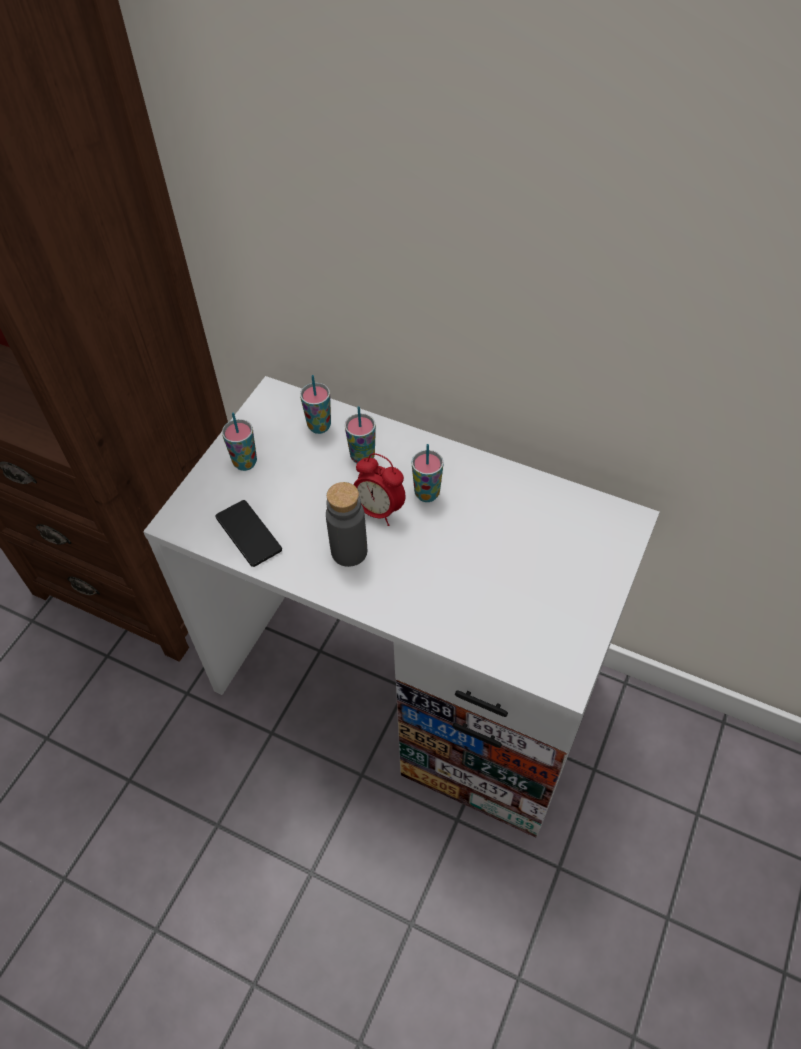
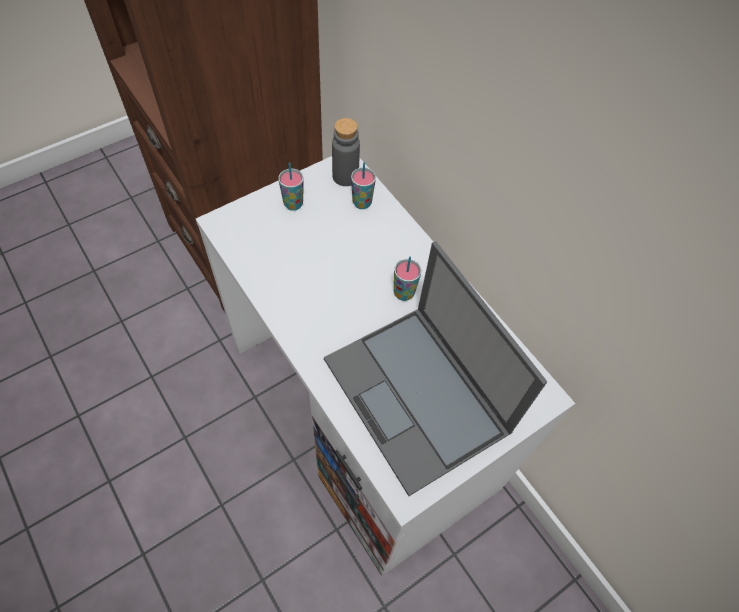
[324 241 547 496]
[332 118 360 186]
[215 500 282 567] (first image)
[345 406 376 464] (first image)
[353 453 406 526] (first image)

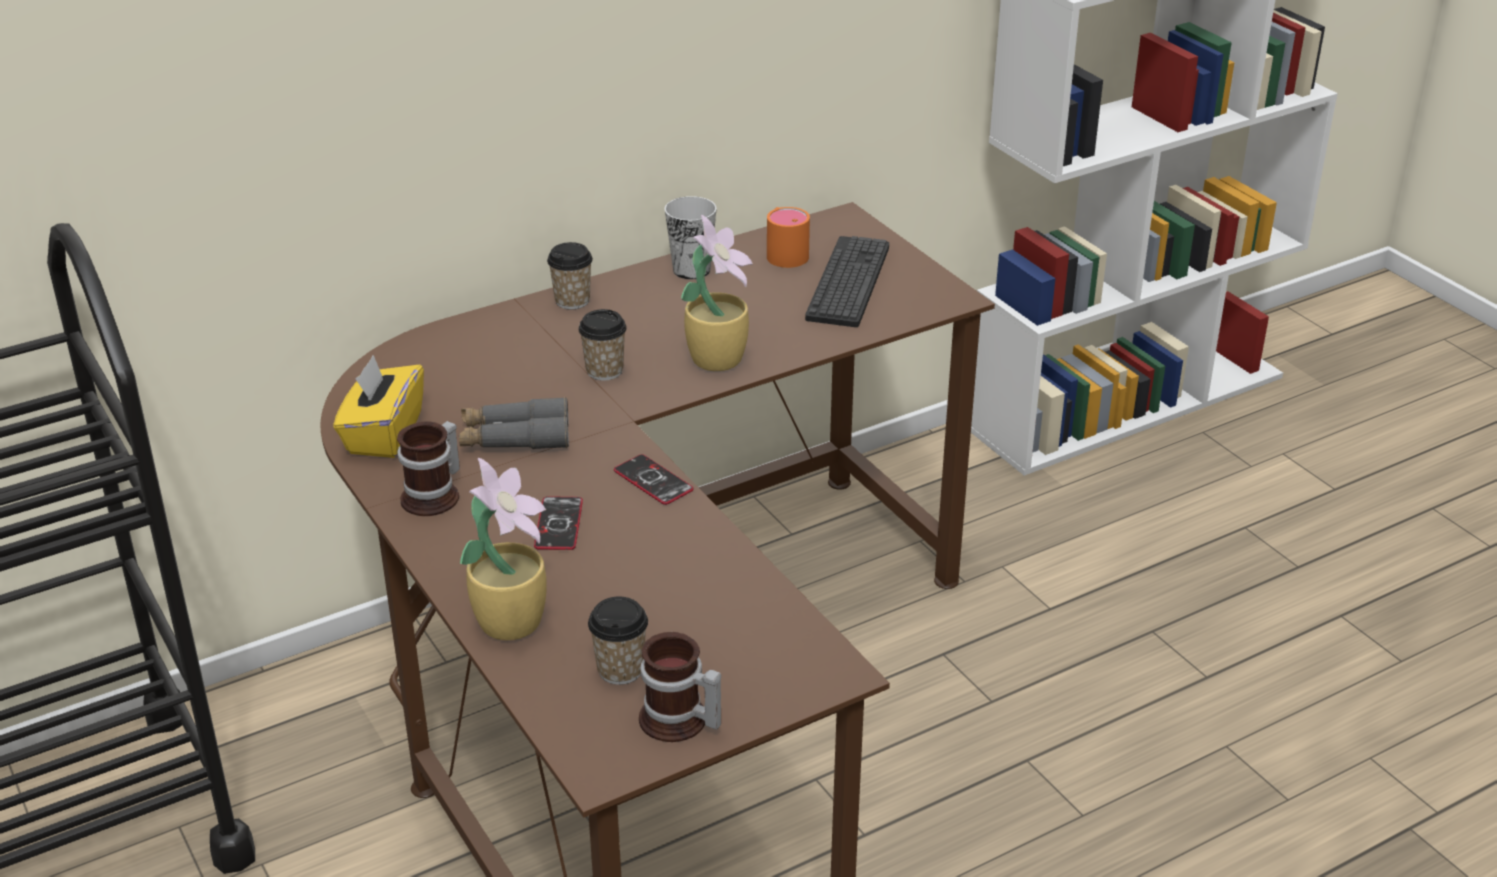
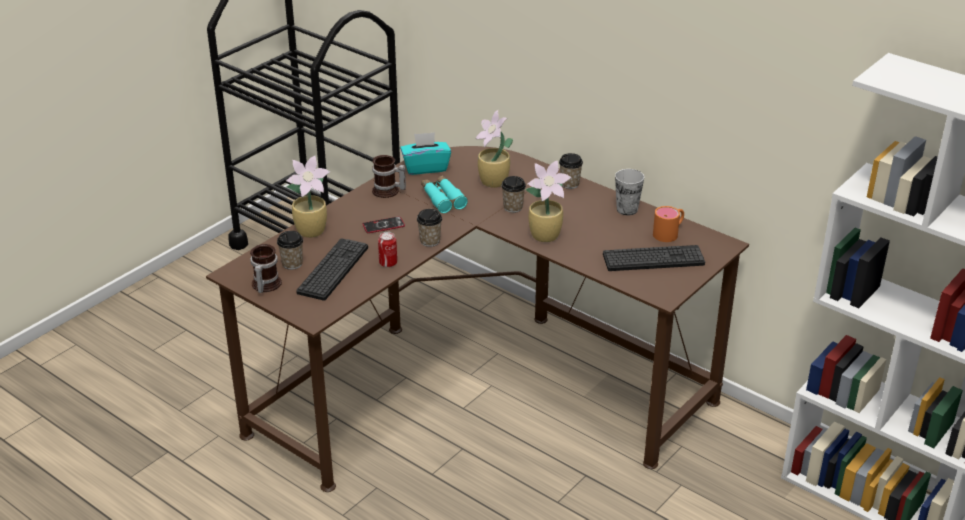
[296 239 368 301]
[378 232 397 267]
[400 132 451 175]
[417 209 442 247]
[421 175 468 213]
[475 110 513 188]

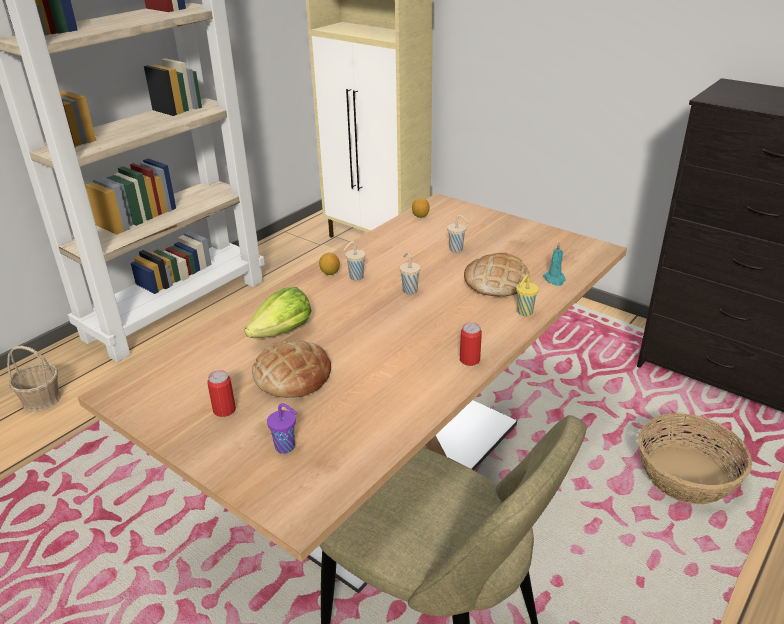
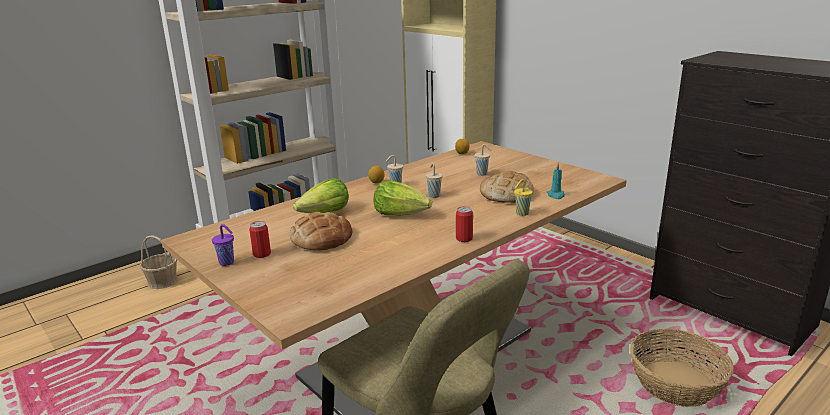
[212 224 234 266]
[374 181 432 216]

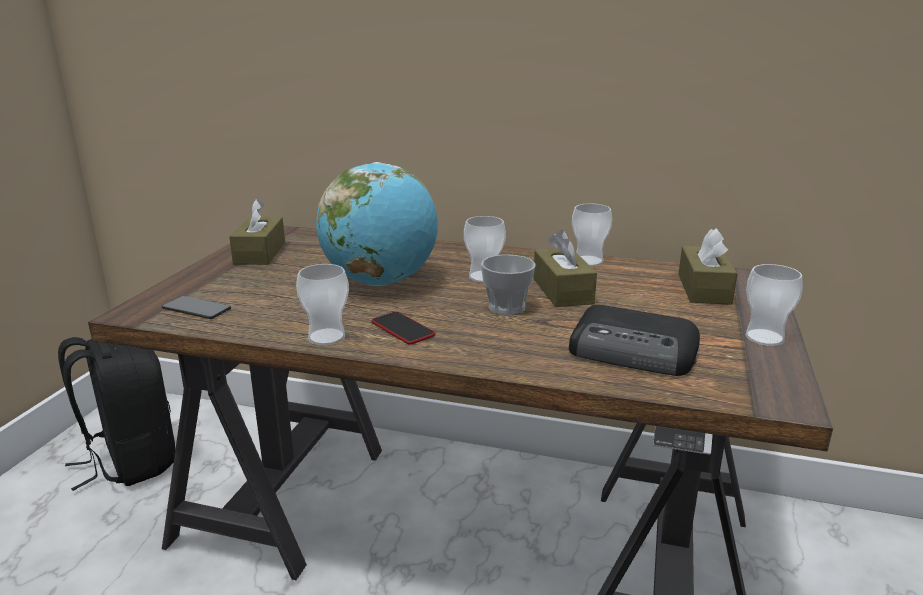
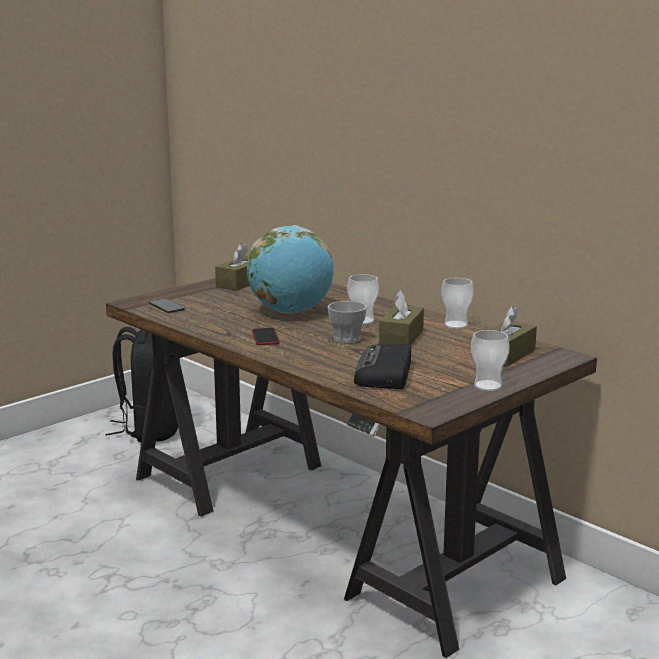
[354 344 411 389]
[296 264 349 345] (first image)

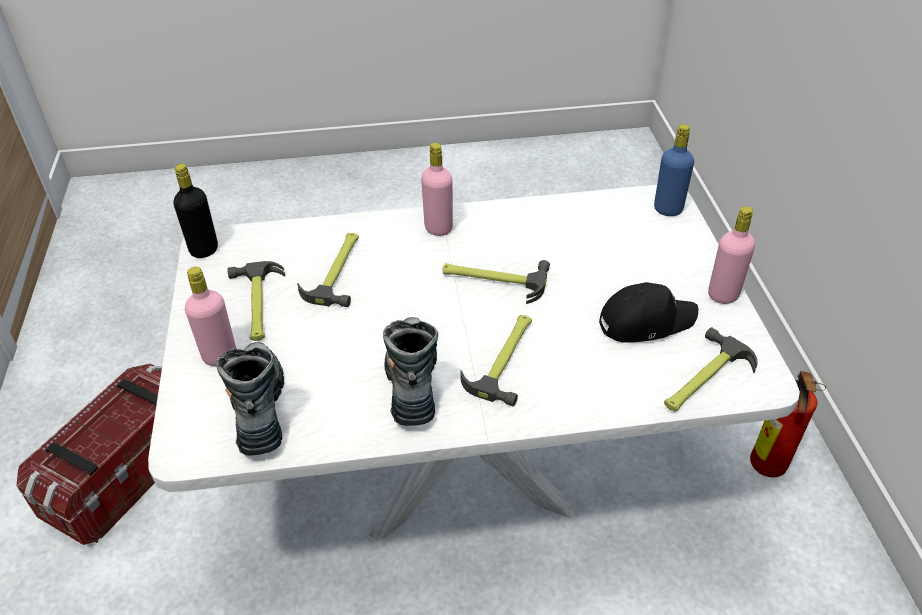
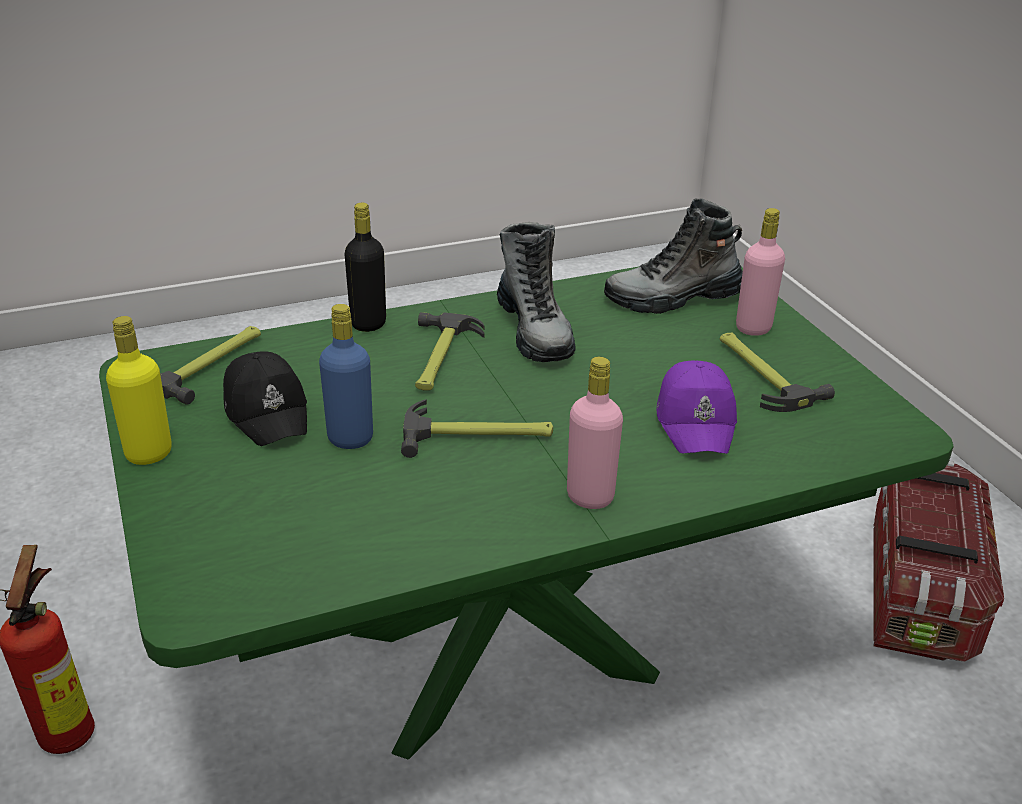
[99 266 954 759]
[106 316 172 465]
[223 351 307 446]
[319 304 373 449]
[344 203 386 332]
[604 198 743 314]
[656 360 737 454]

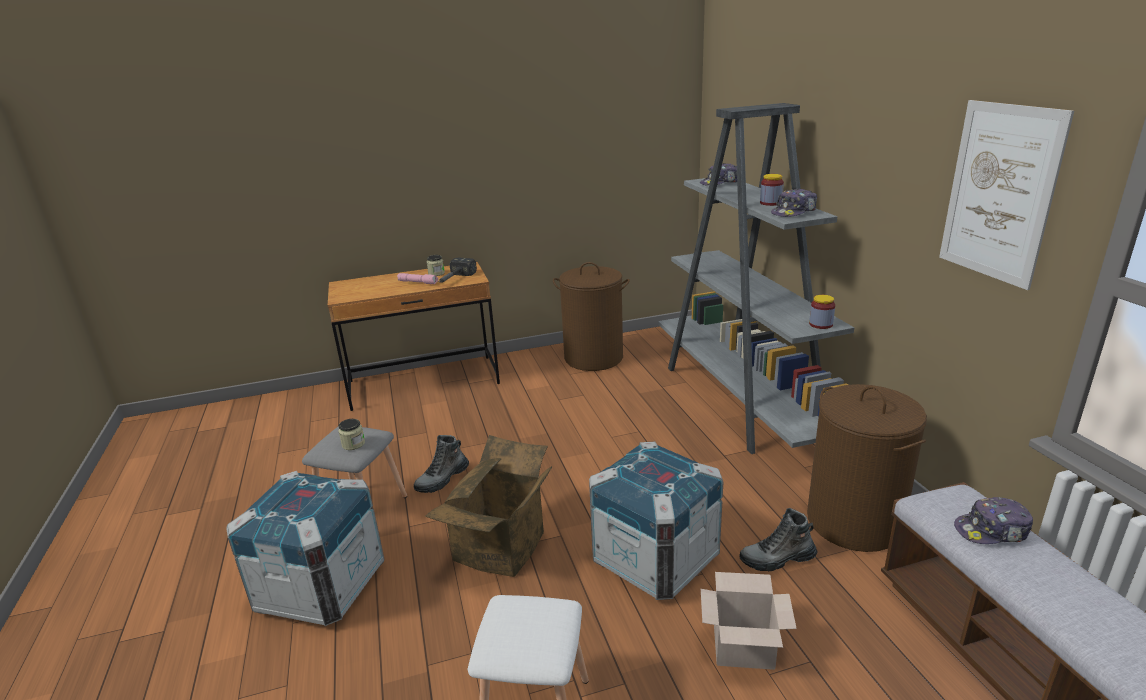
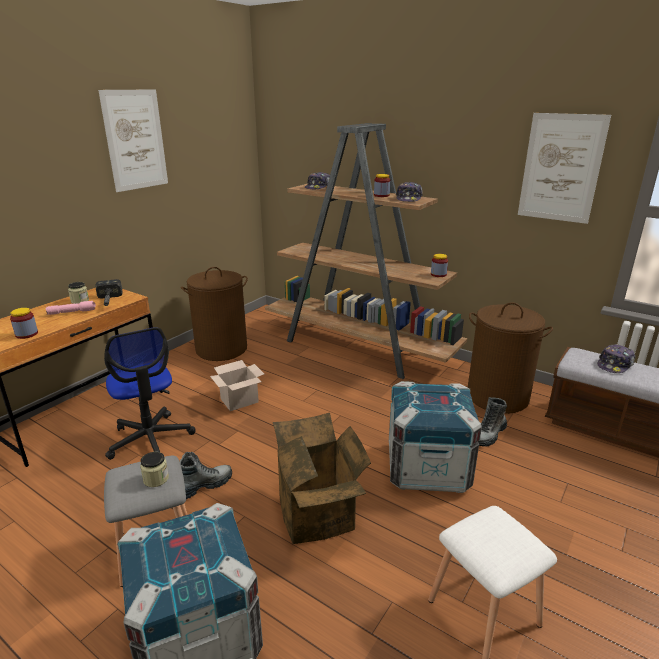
[10 308 38 339]
[98 90 168 192]
[104 327 195 460]
[180 452 232 499]
[210 360 264 411]
[265 123 467 379]

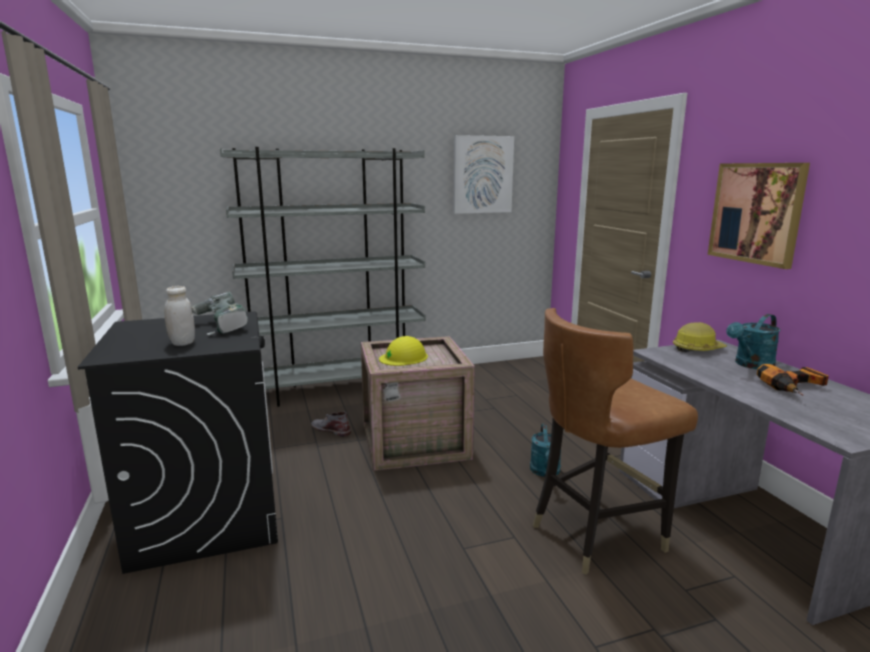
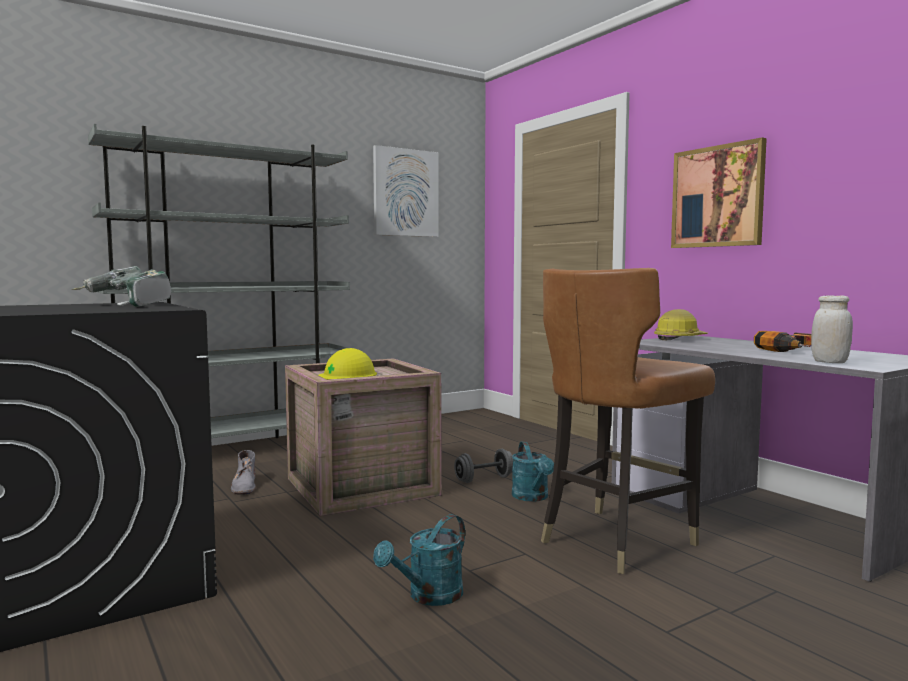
[231 450 256 495]
[373 514 465 606]
[454 449 513 483]
[811 295 853 363]

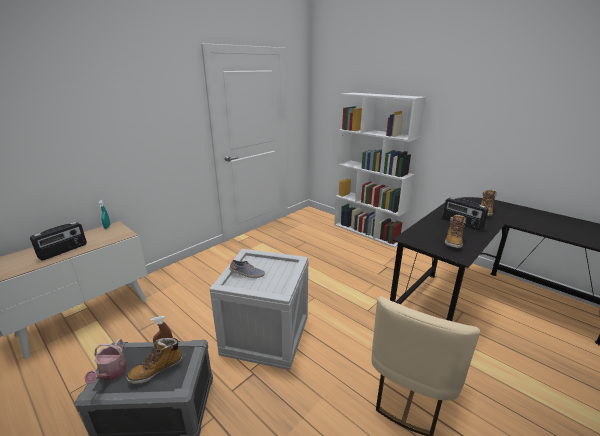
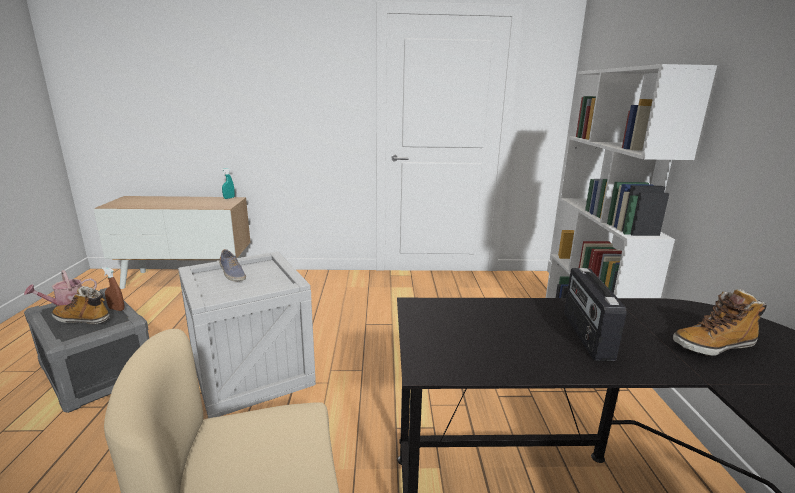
[30 222 87 261] (first image)
[445 215 466 248] (first image)

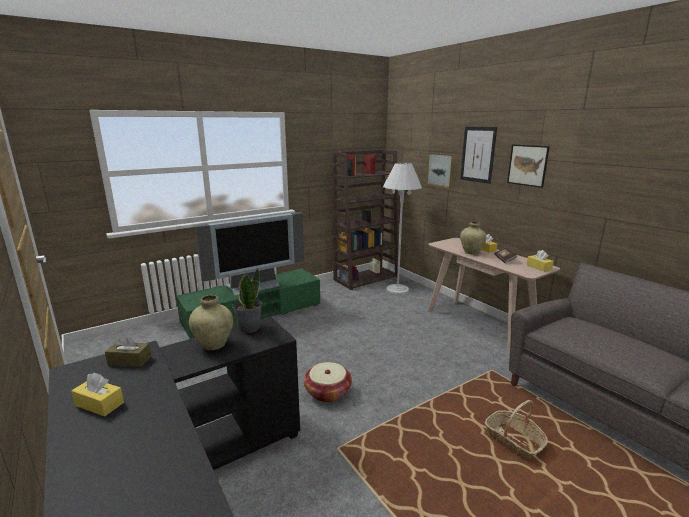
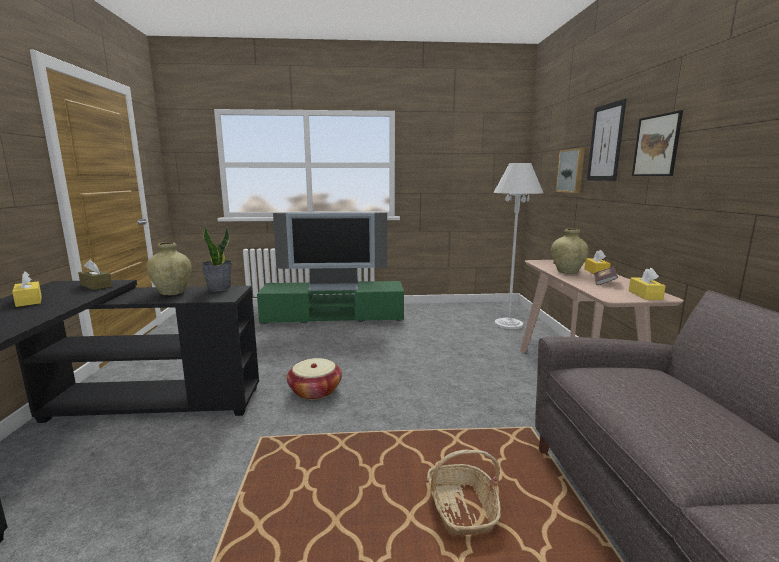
[332 150 398 290] (first image)

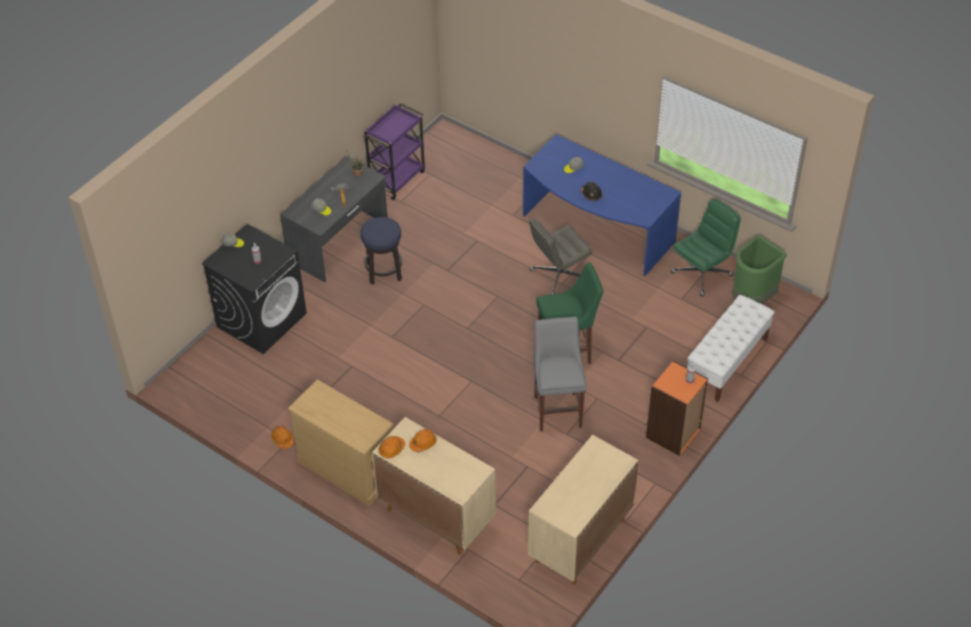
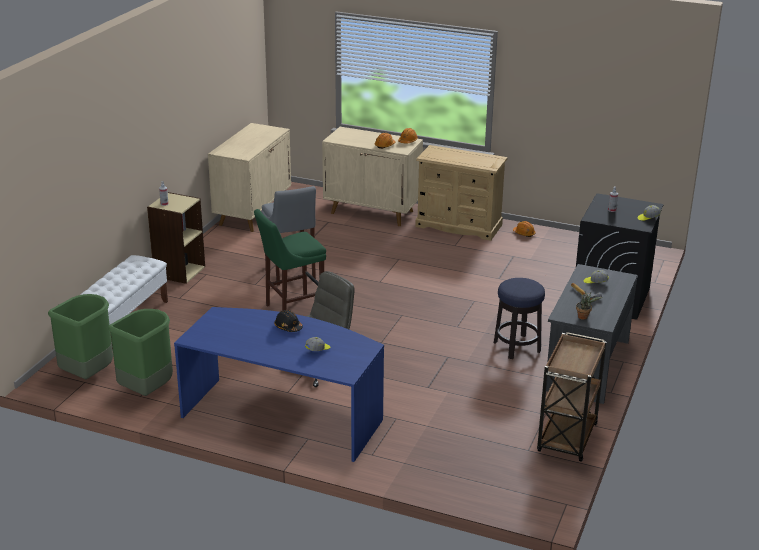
[108 309 173 396]
[147 192 205 284]
[537 332 607 462]

